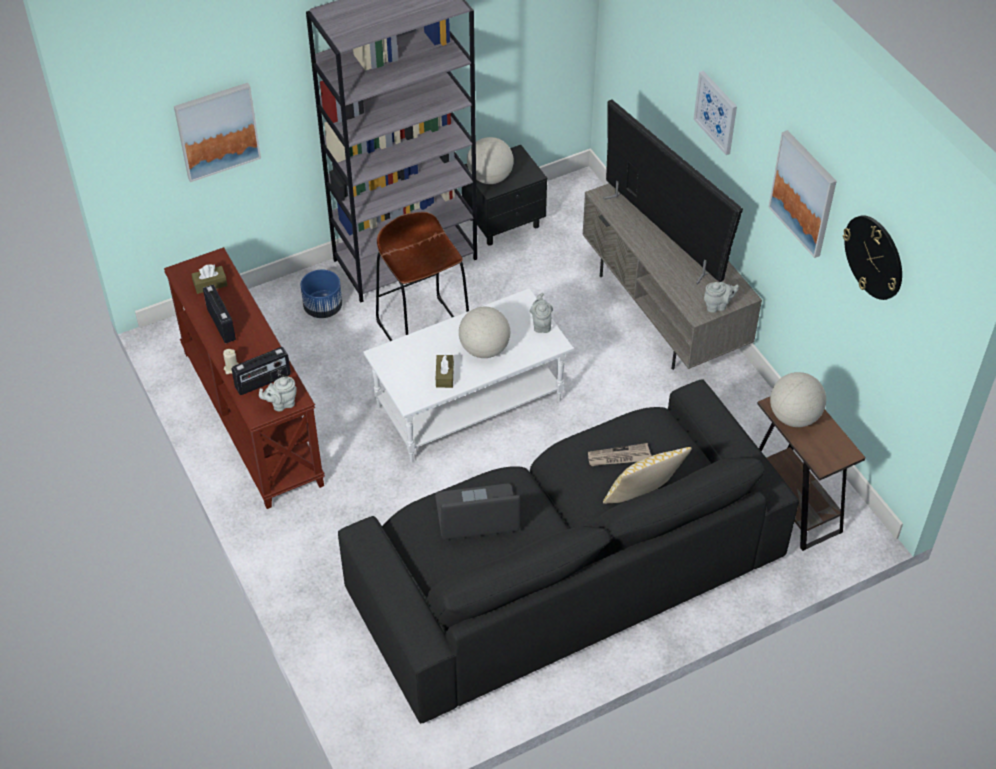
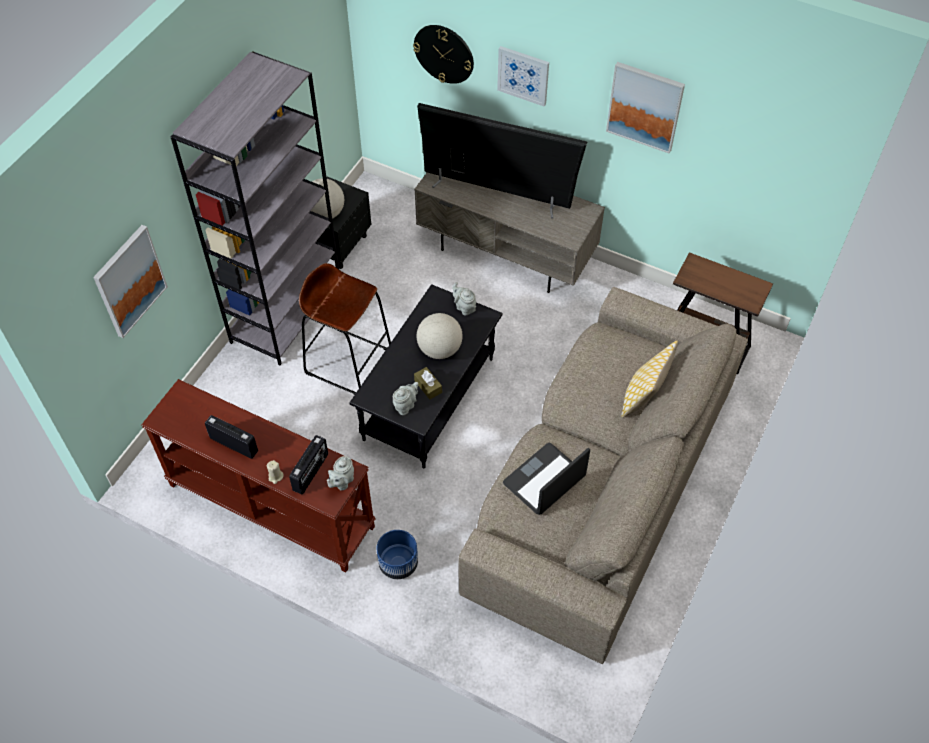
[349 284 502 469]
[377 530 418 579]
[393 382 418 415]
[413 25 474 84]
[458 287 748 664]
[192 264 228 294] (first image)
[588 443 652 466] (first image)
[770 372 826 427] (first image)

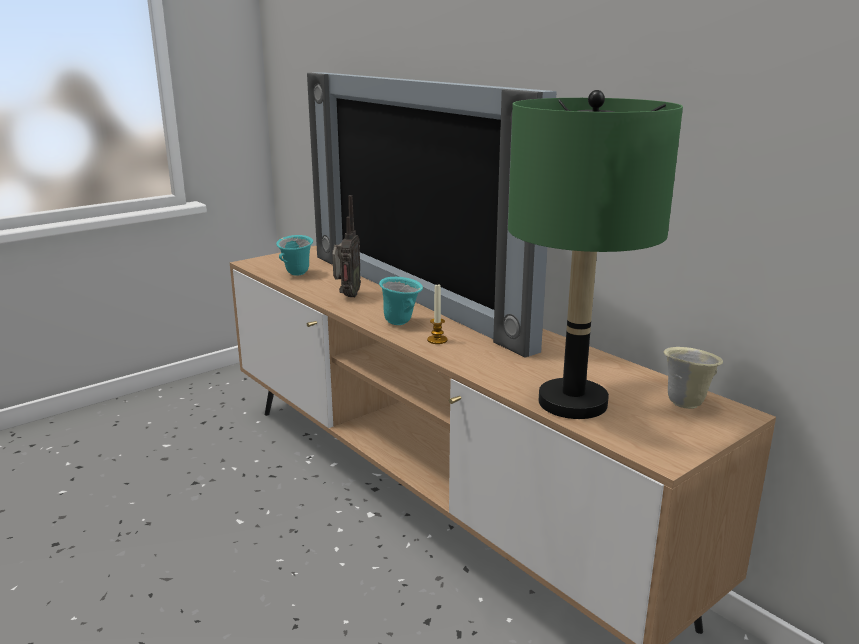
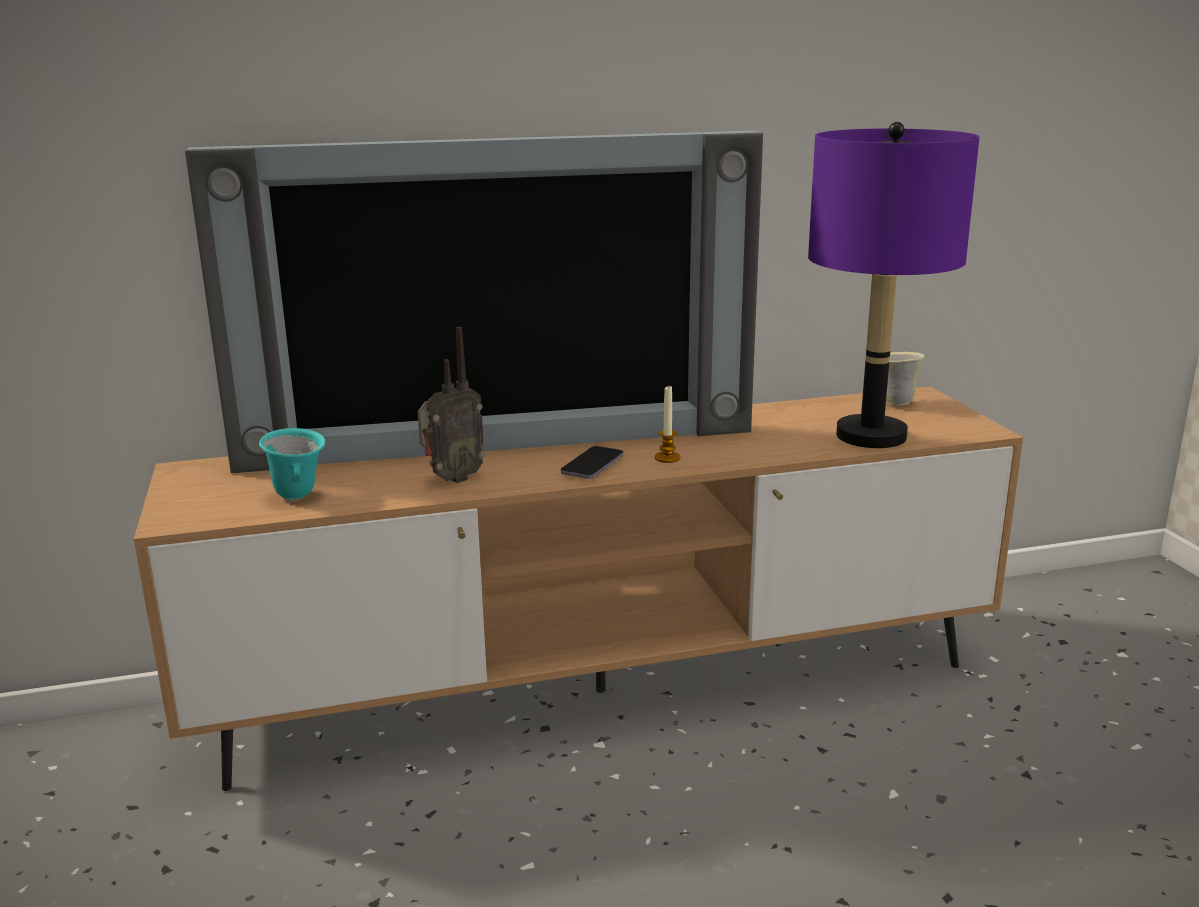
[418 327 485 483]
[561 446 624 479]
[808 122 980 448]

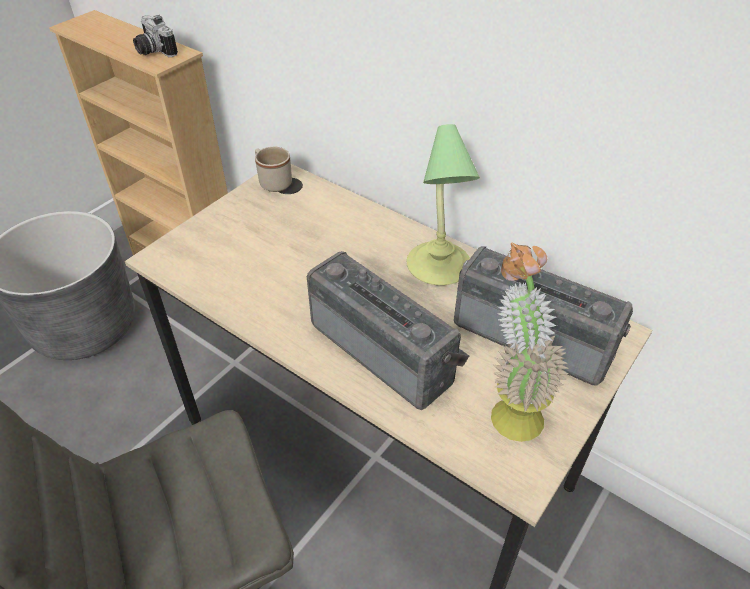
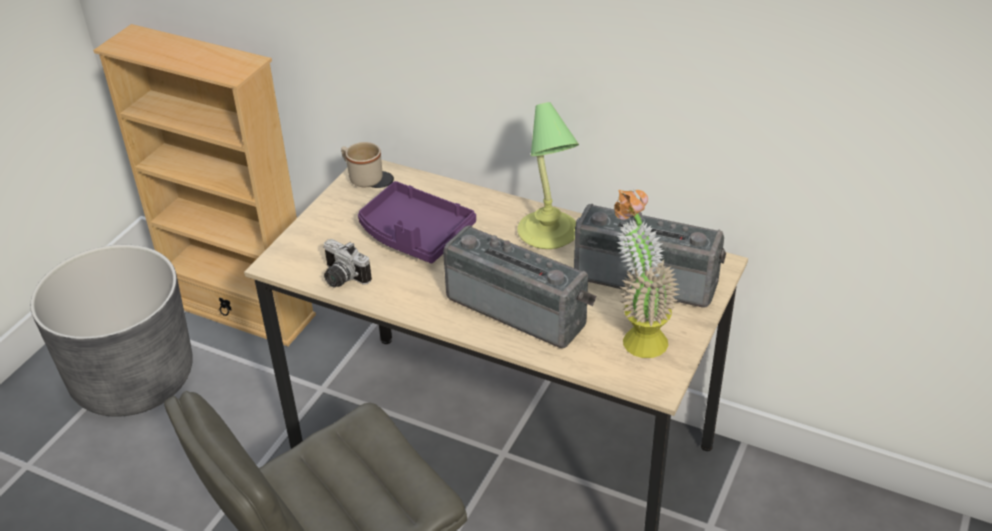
[323 239 372 288]
[358 181 476 263]

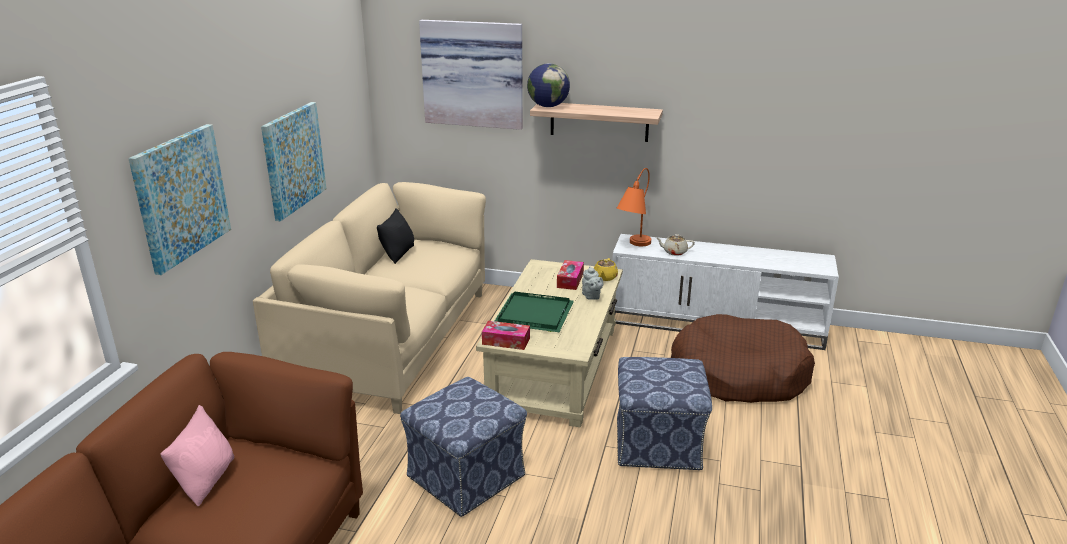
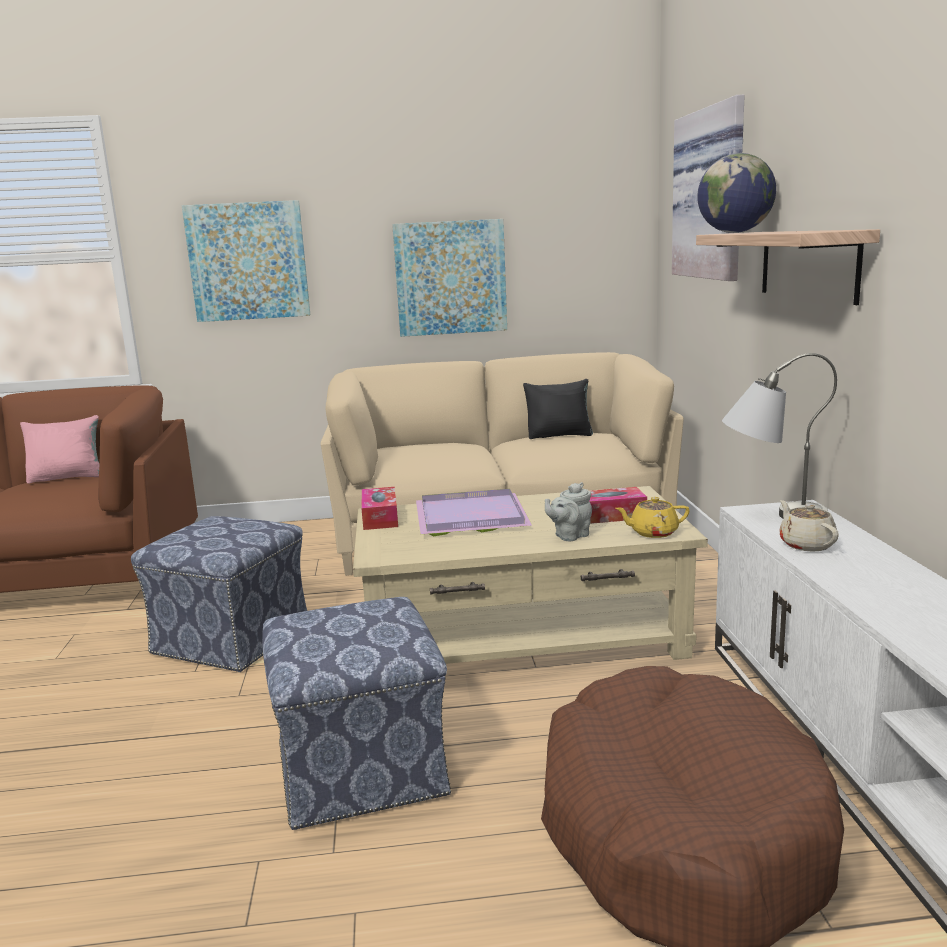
[416 489 532 536]
[722 353 837 519]

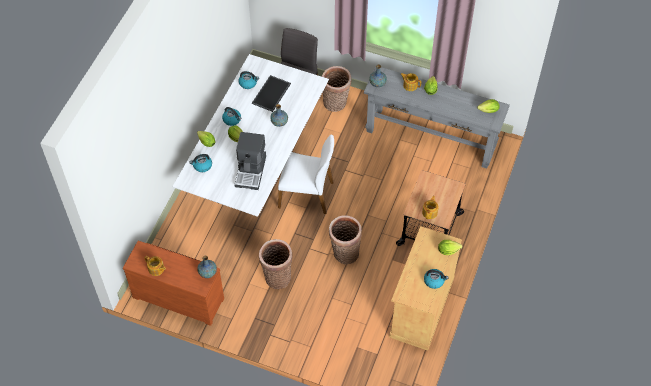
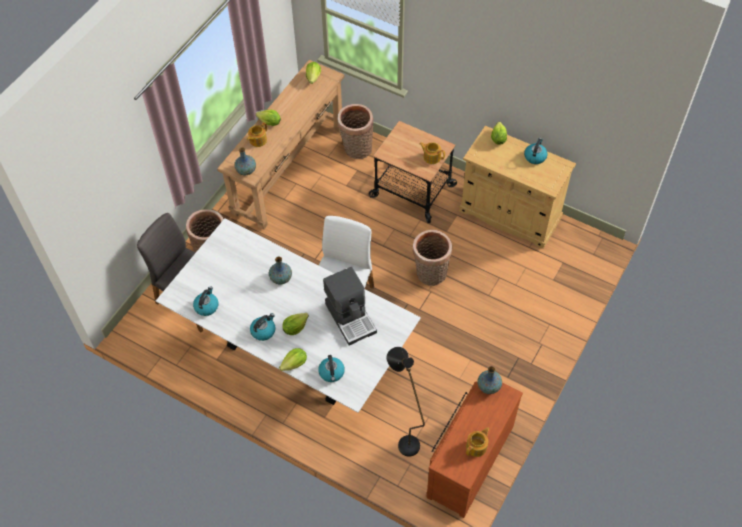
[217 60 345 230]
[323 267 377 345]
[338 104 374 159]
[387 347 425 457]
[252 75 291 112] (first image)

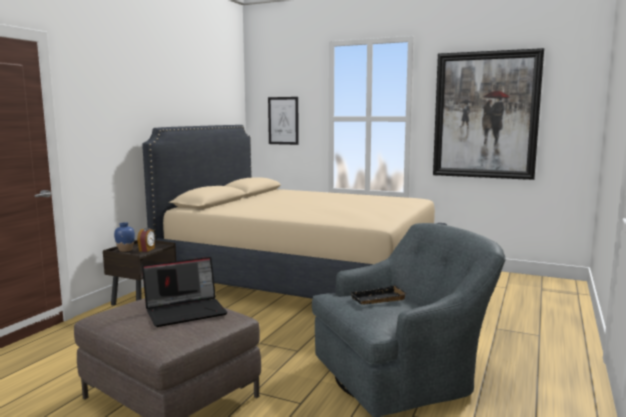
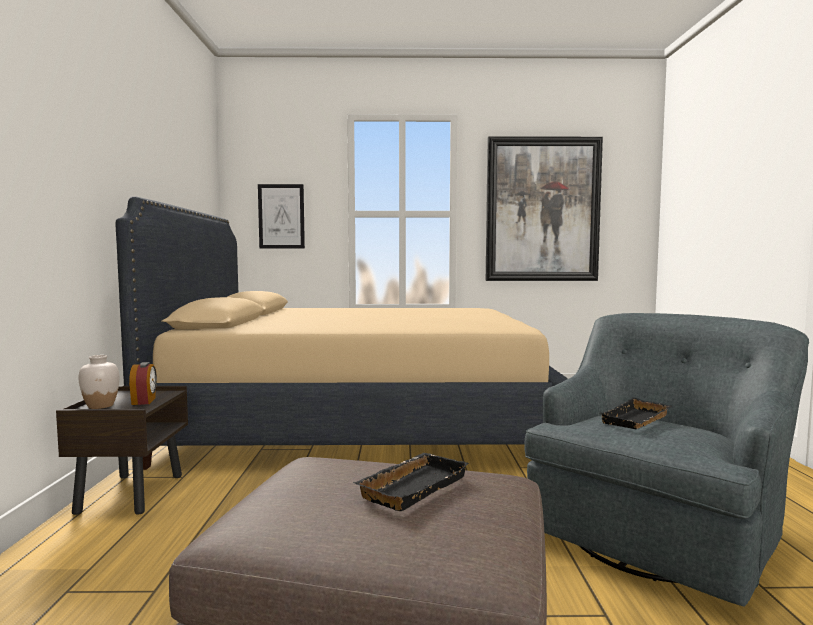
[79 355 119 409]
[353 453 469 511]

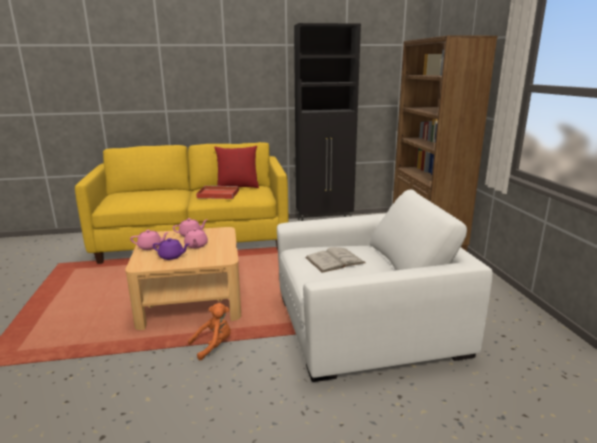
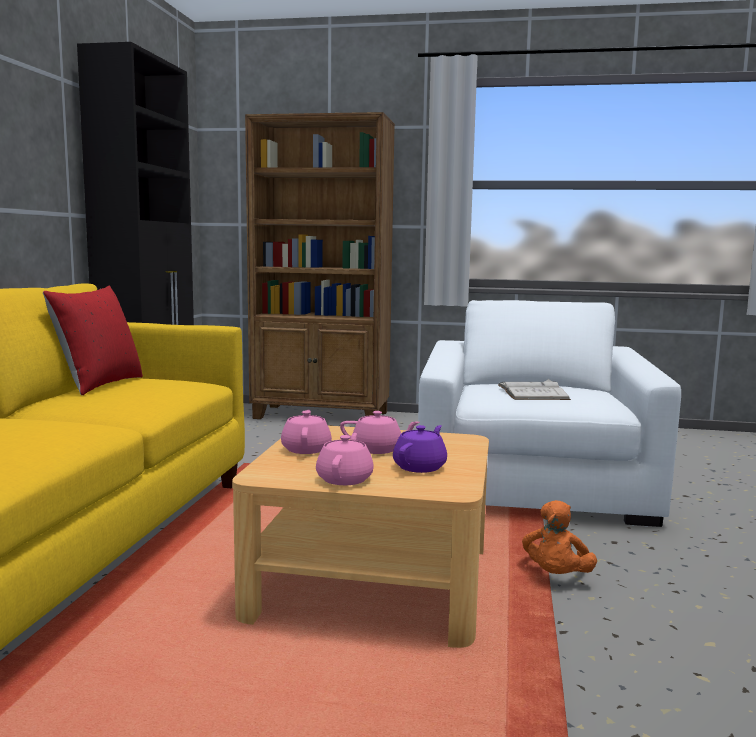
[522 500 597 574]
[196 186 239 199] (first image)

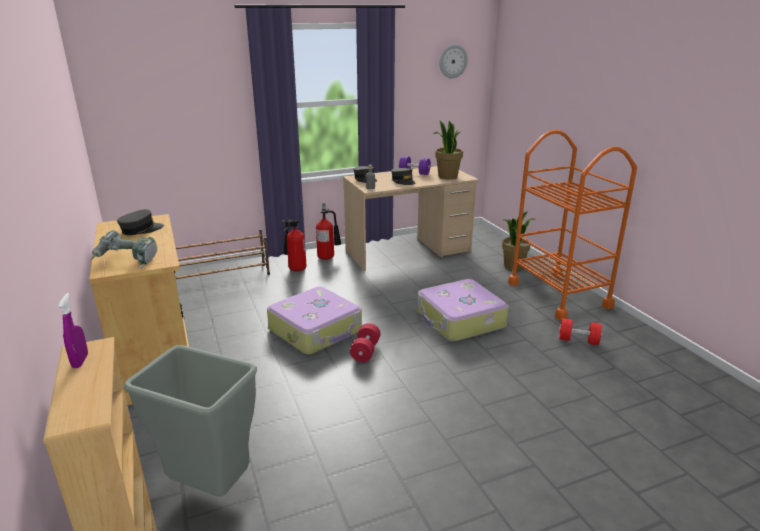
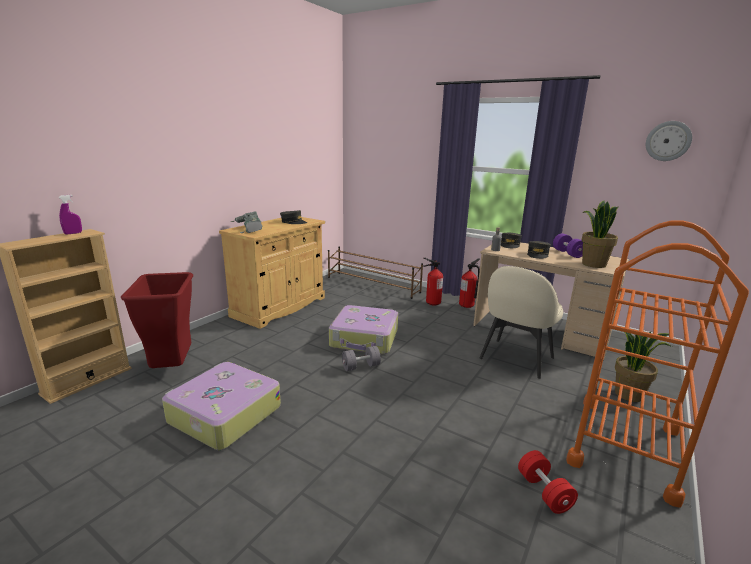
[121 272 193 368]
[162 362 281 450]
[342 346 381 371]
[480 266 563 379]

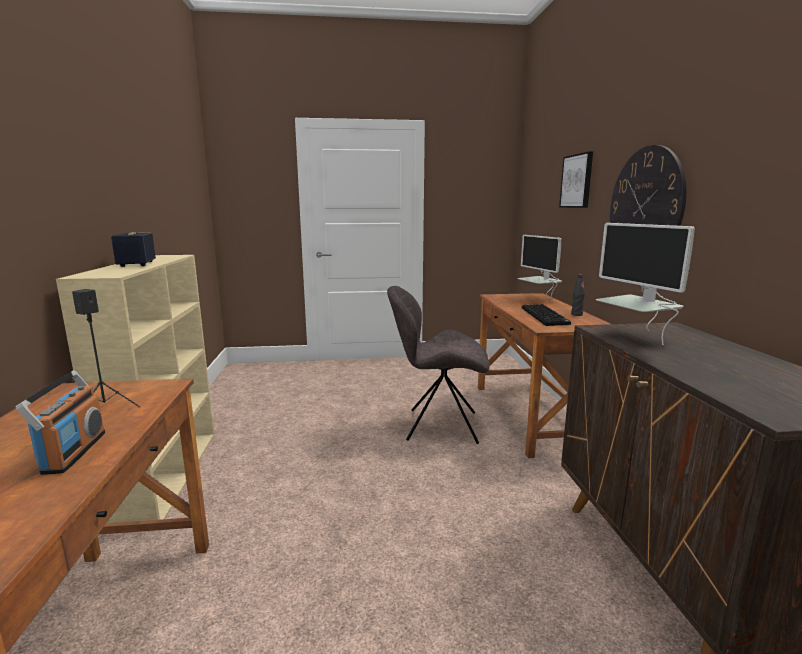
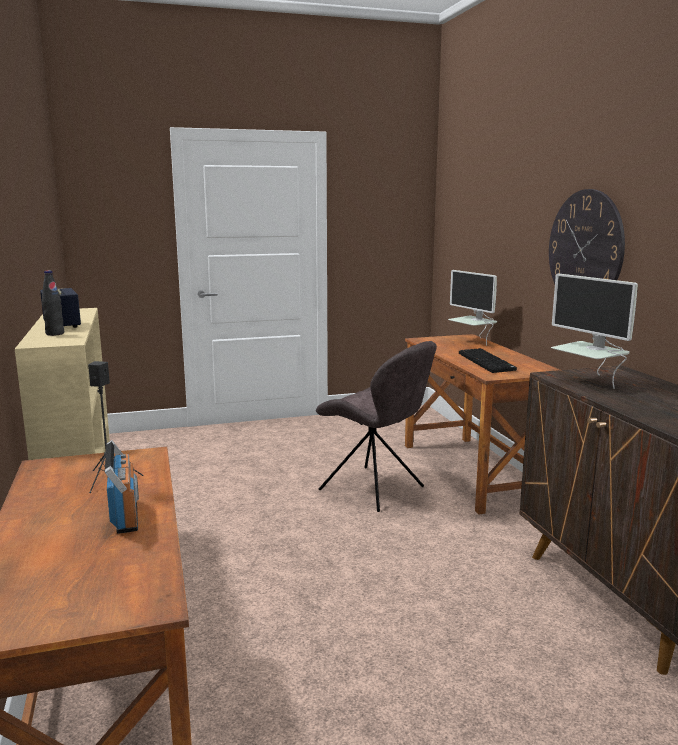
[42 271 64 336]
[316 341 437 512]
[559 151 593 208] (first image)

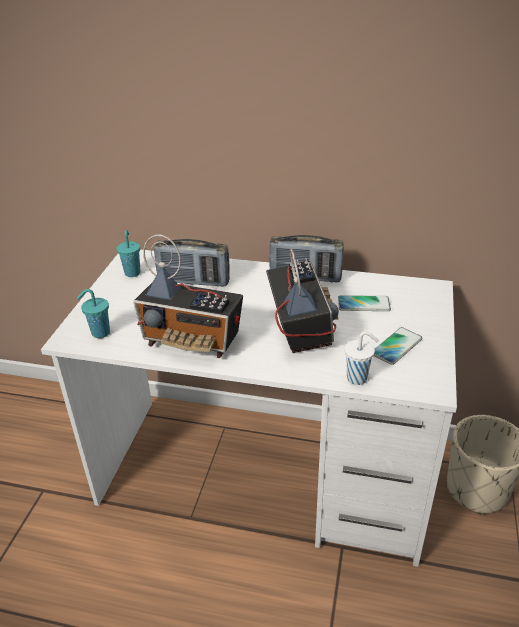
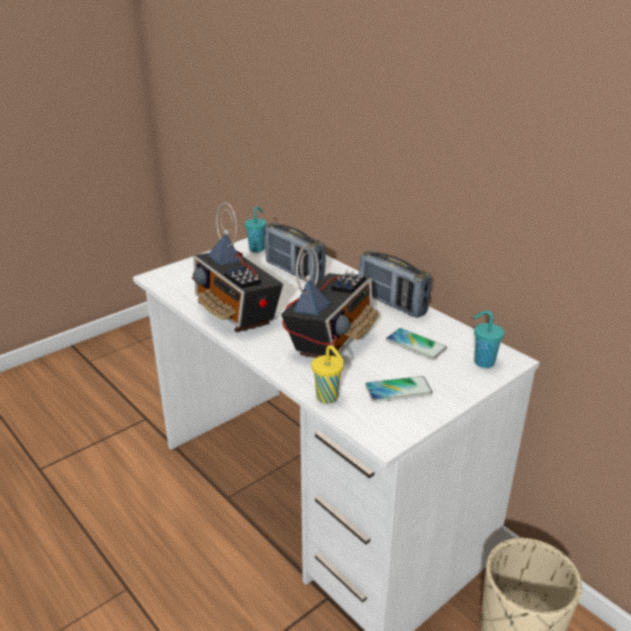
[312 345 344 404]
[474 311 505 368]

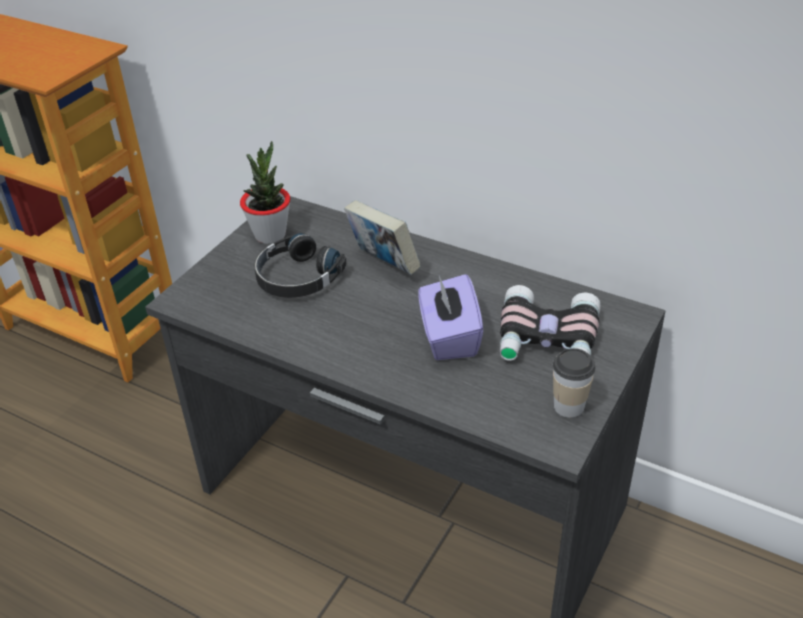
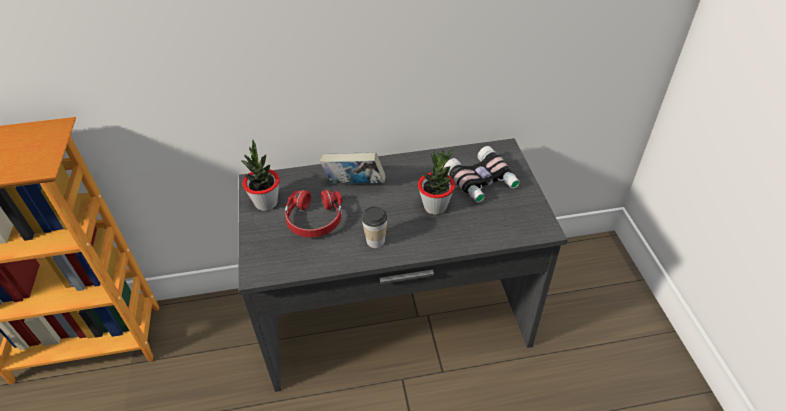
[285 190 343 238]
[361 206 387 248]
[418 148 455 215]

